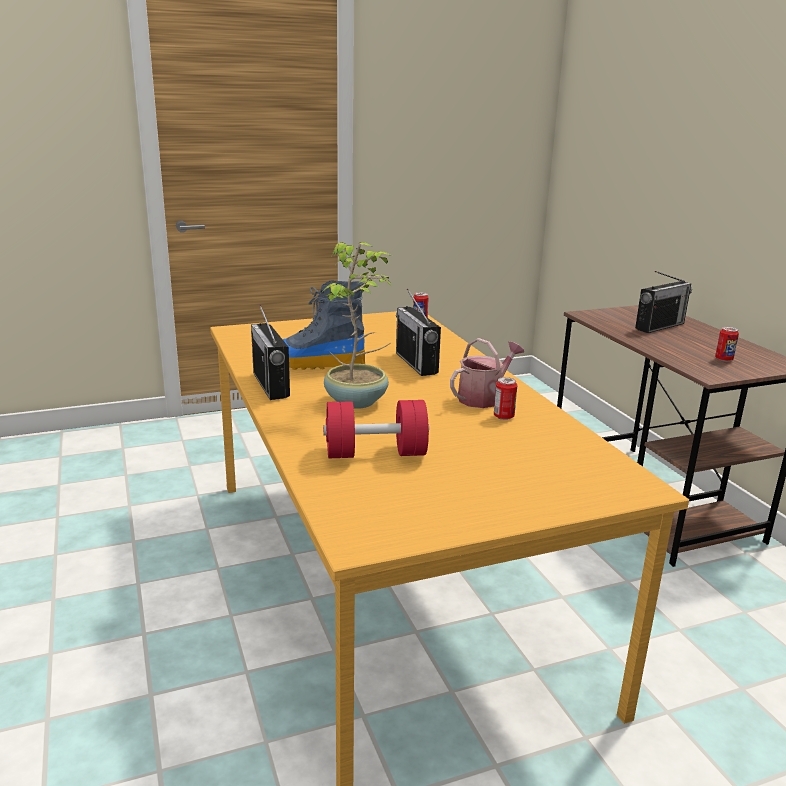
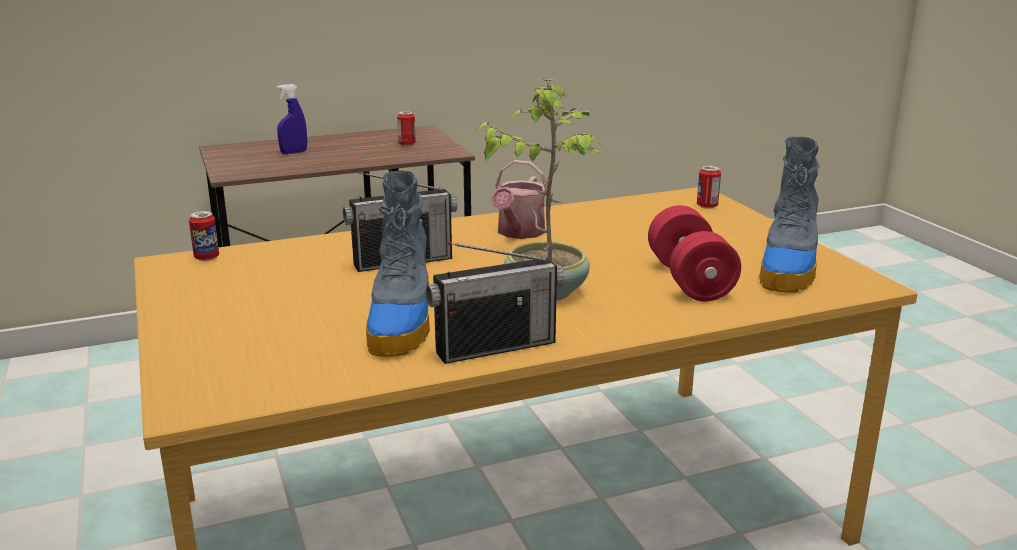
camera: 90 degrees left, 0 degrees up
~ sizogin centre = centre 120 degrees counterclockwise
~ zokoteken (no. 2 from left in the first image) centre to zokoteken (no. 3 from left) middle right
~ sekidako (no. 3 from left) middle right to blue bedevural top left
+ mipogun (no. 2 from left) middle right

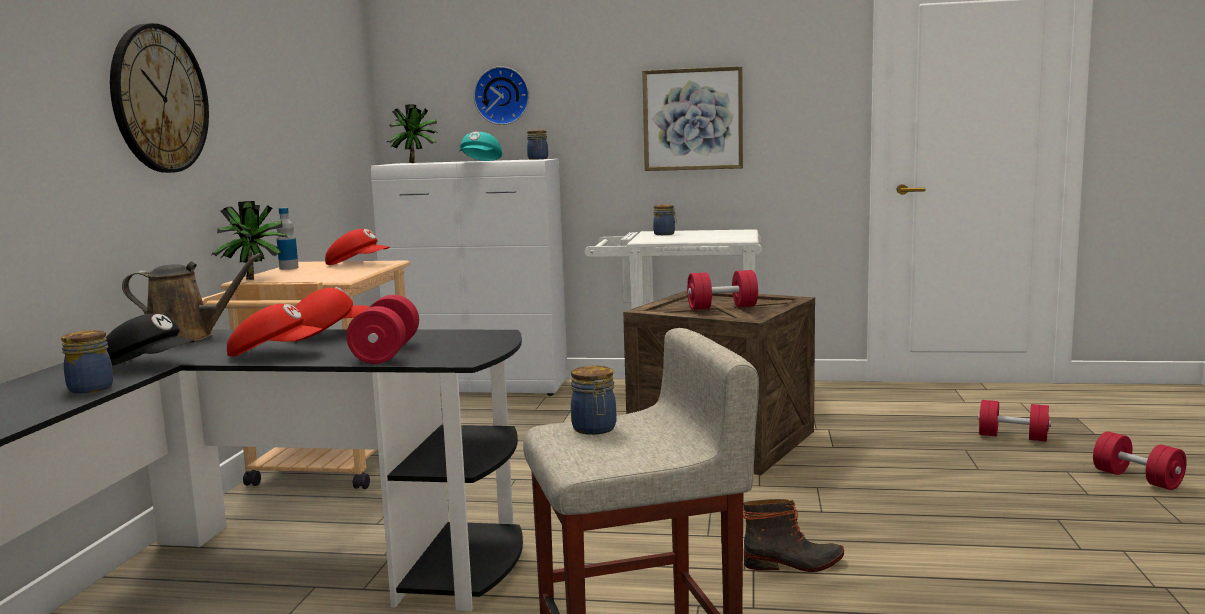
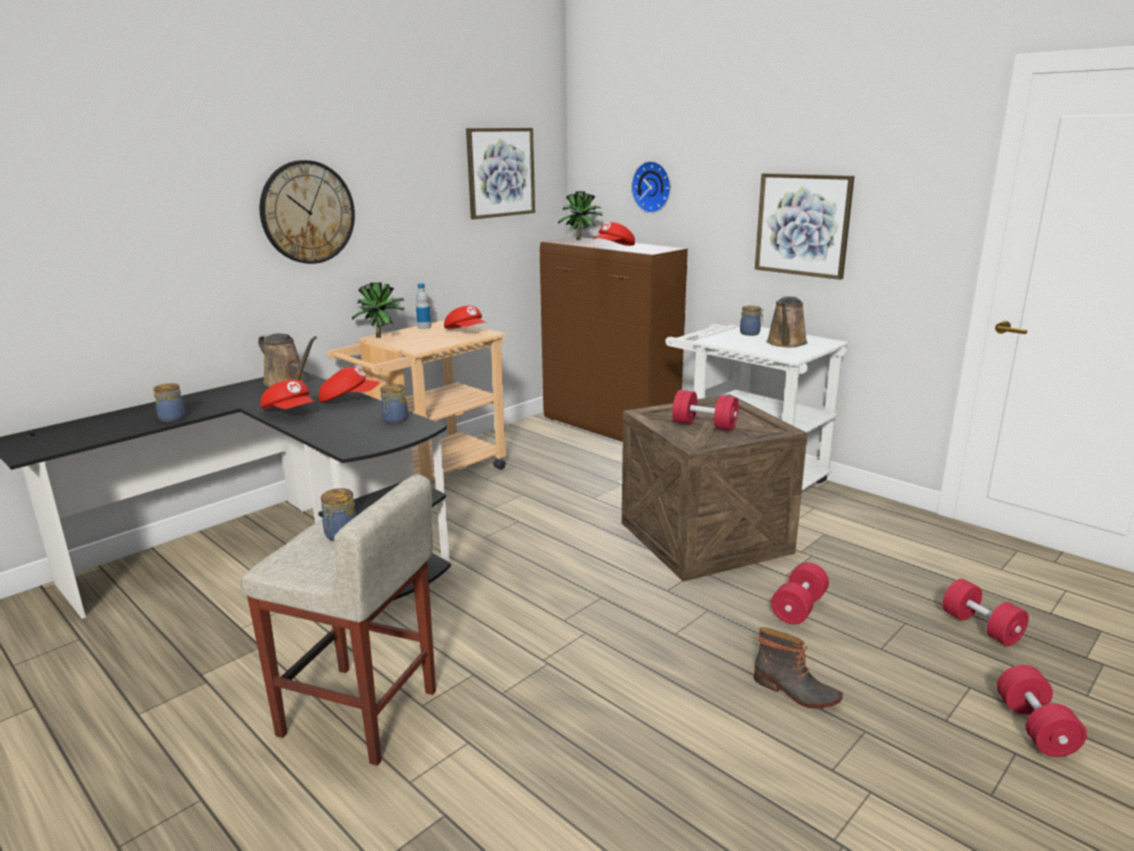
camera: 35 degrees right, 10 degrees up
- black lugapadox middle left
~ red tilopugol (no. 1 from left in the first image) middle left to red tilopugol (no. 2 from left) bottom right
~ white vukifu centre to brown vukifu centre
~ turquoise lugapadox top centre to red lugapadox (no. 4 from left) top centre
~ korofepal (no. 2 from left in the first image) top centre to korofepal (no. 3 from left) centre
~ mipogun bottom centre to bottom right
+ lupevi (no. 1 from left) top centre
+ brown sizogin (no. 2 from left) middle right

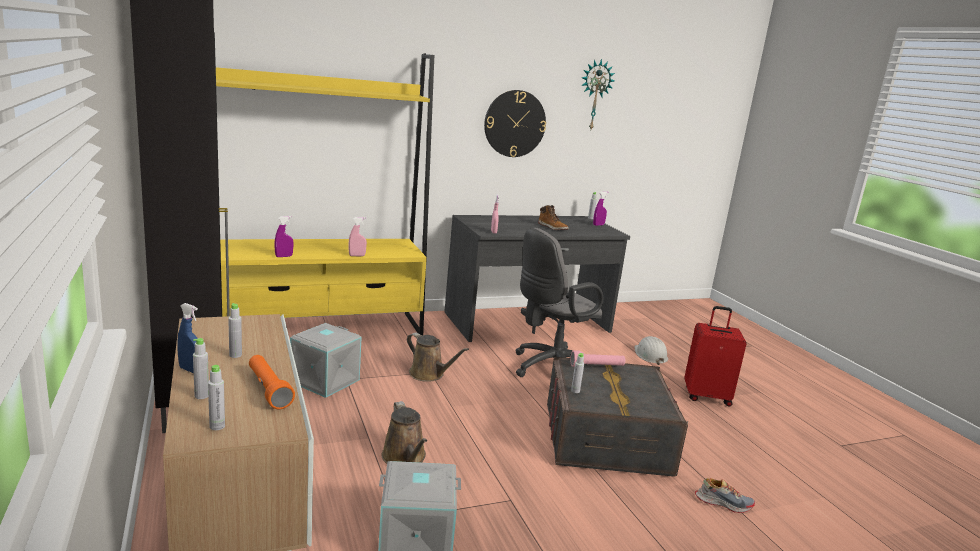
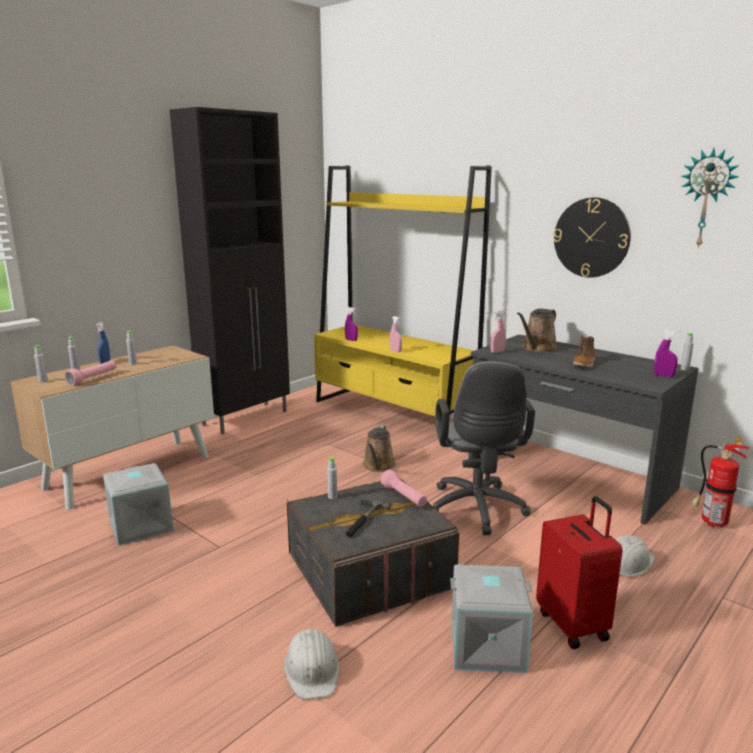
camera: 65 degrees right, 0 degrees up
~ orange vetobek bottom left to pink vetobek (no. 1 from left) middle left
~ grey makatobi (no. 1 from left in the first image) middle left to grey makatobi (no. 3 from left) bottom centre
~ brown sizogin (no. 1 from left in the first image) bottom centre to brown sizogin (no. 2 from left) middle right
~ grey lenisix centre = centre 120 degrees counterclockwise
~ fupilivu bottom right to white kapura (no. 1 from left) bottom centre
+ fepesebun bottom centre
+ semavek middle right

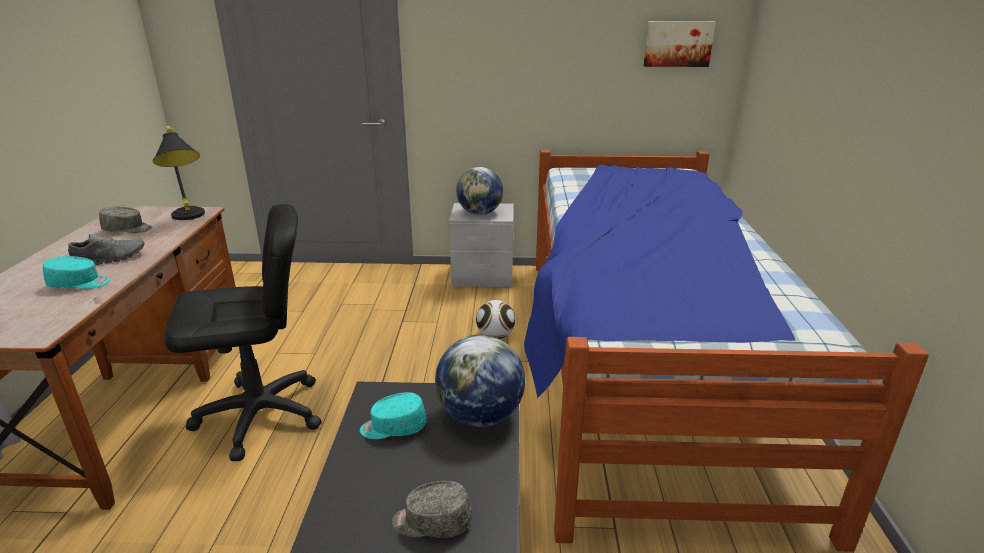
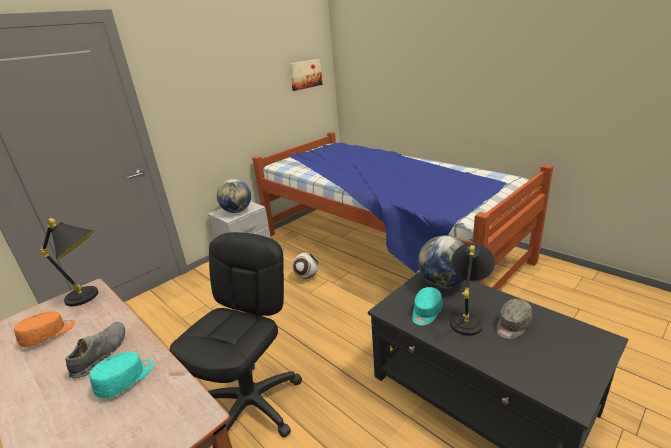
camera: 45 degrees left, 0 degrees up
~ grey lugapadox (no. 1 from left) middle left to orange lugapadox bottom left
+ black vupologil (no. 2 from left) middle right

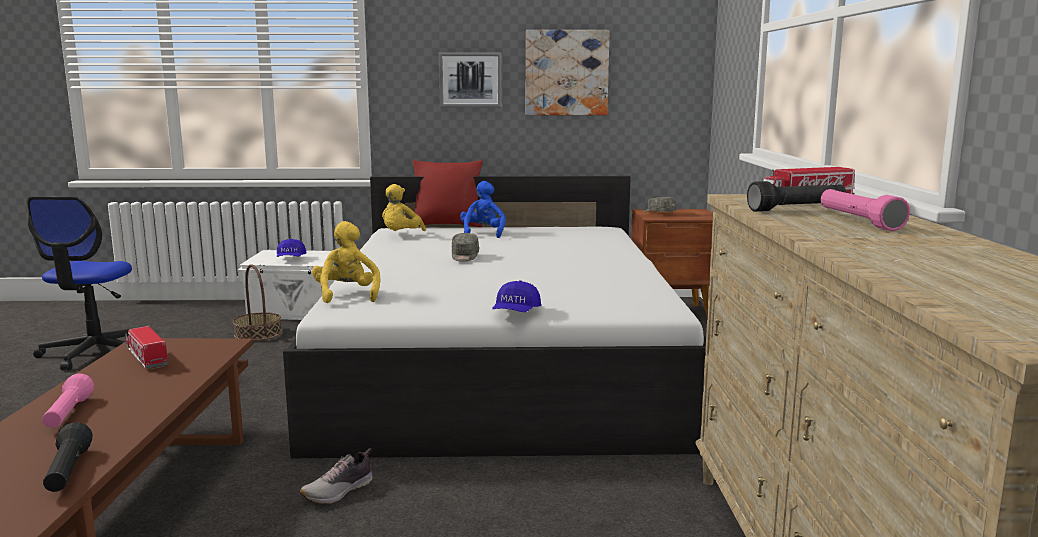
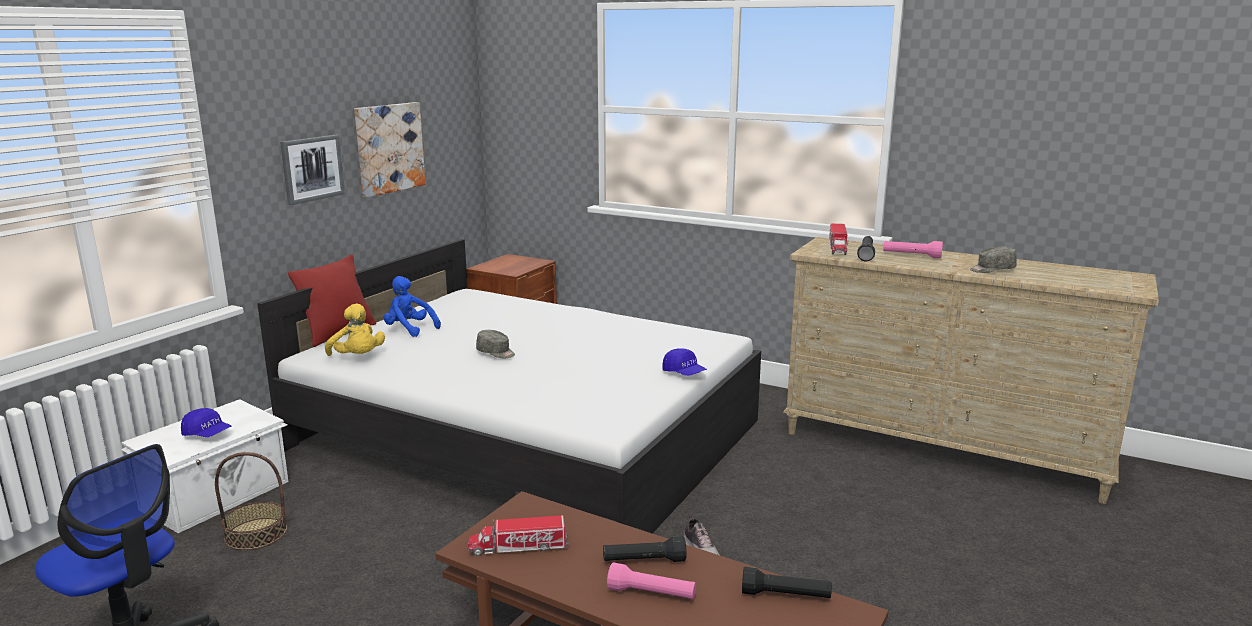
camera: 60 degrees left, 5 degrees up
- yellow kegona (no. 1 from left) centre
~ grey lugapadox (no. 2 from left) centre to middle right
+ black vetobek (no. 1 from left) bottom centre

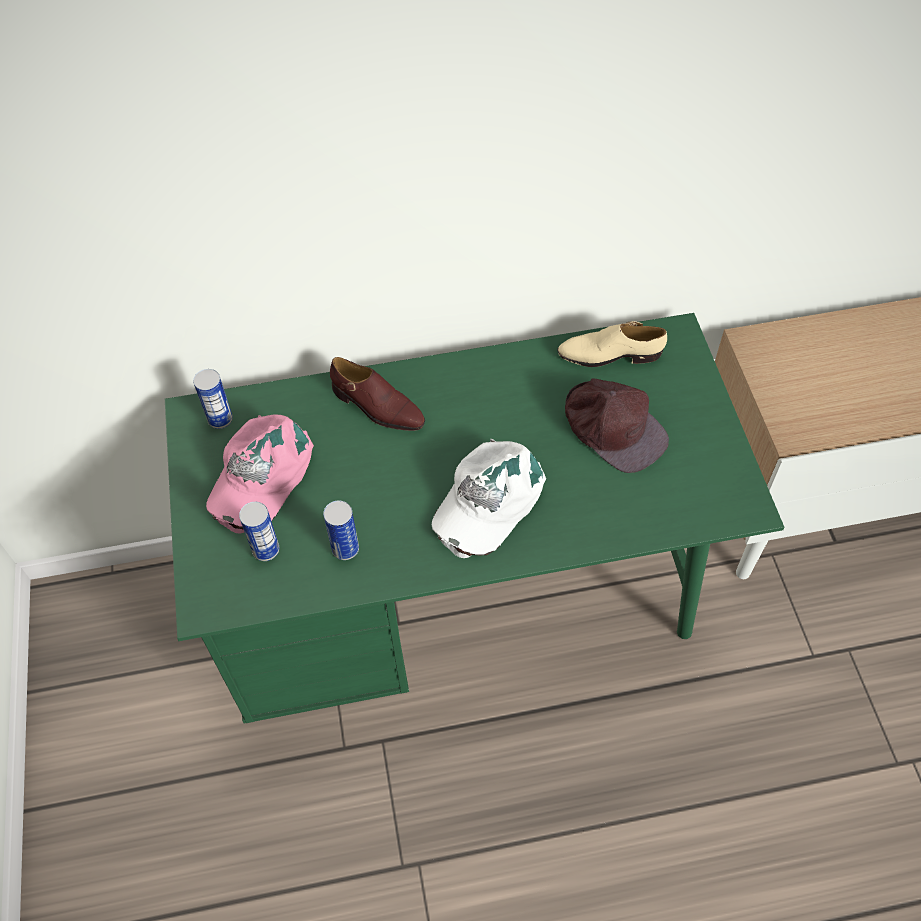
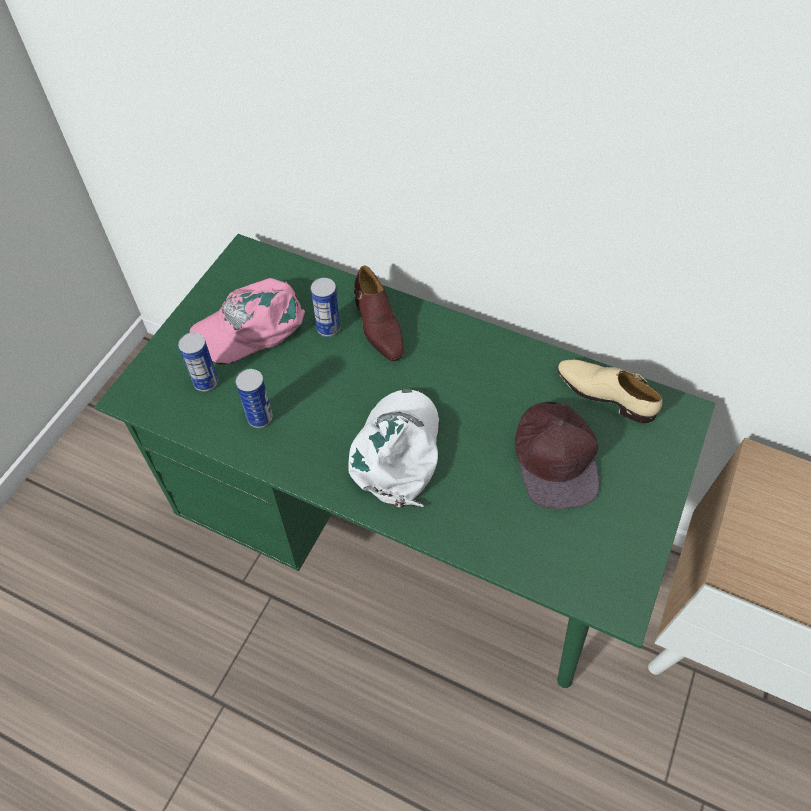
camera: 35 degrees right, 0 degrees up
~ zokoteken (no. 1 from left in the first image) middle left to zokoteken (no. 3 from left) centre
~ white lugapadox centre = centre 120 degrees clockwise

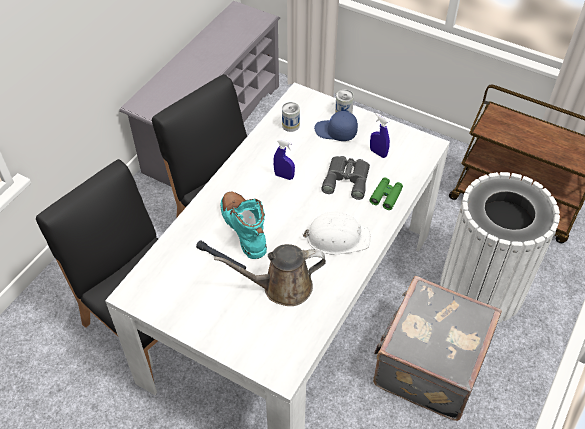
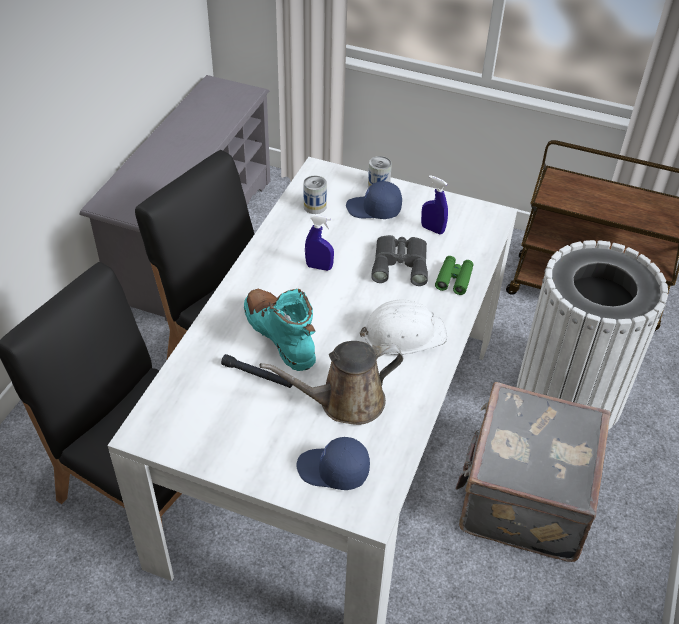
camera: 10 degrees left, 5 degrees down
+ blue lugapadox (no. 1 from left) bottom centre

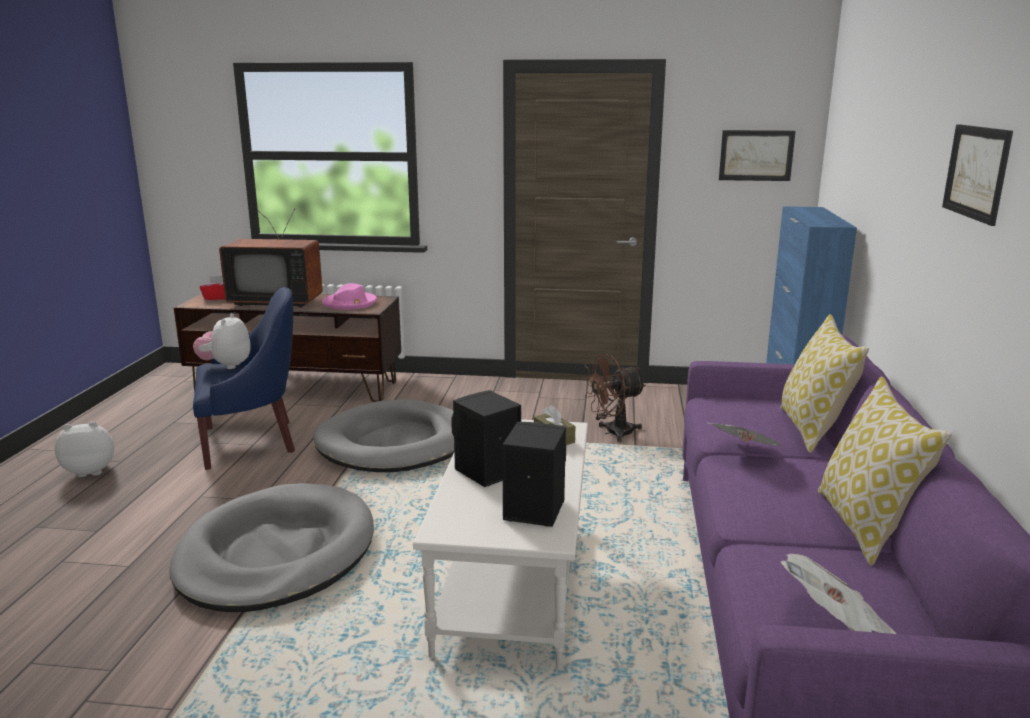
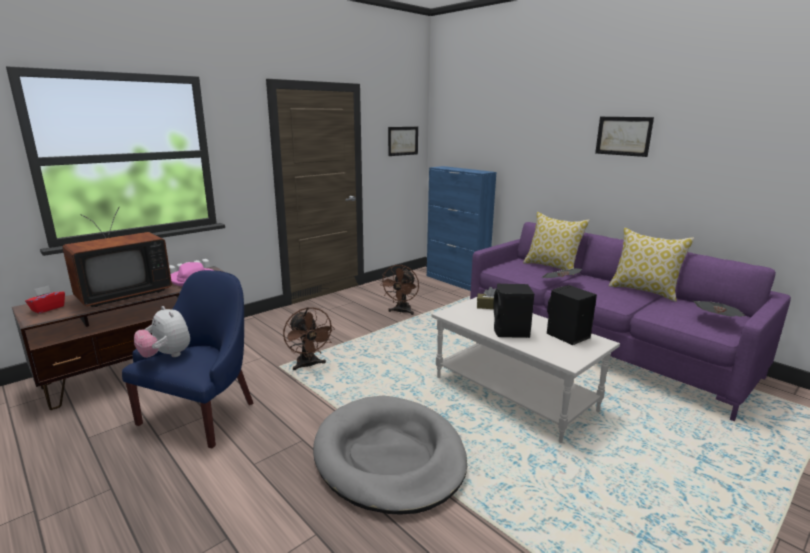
camera: 50 degrees left, 0 degrees up
- kegona (no. 1 from left) middle left
~ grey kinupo (no. 2 from left) centre to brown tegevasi (no. 1 from left) centre

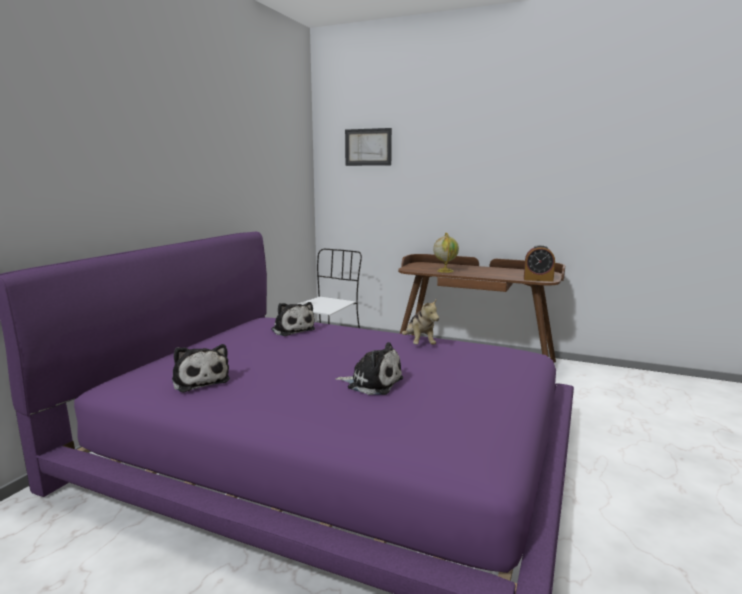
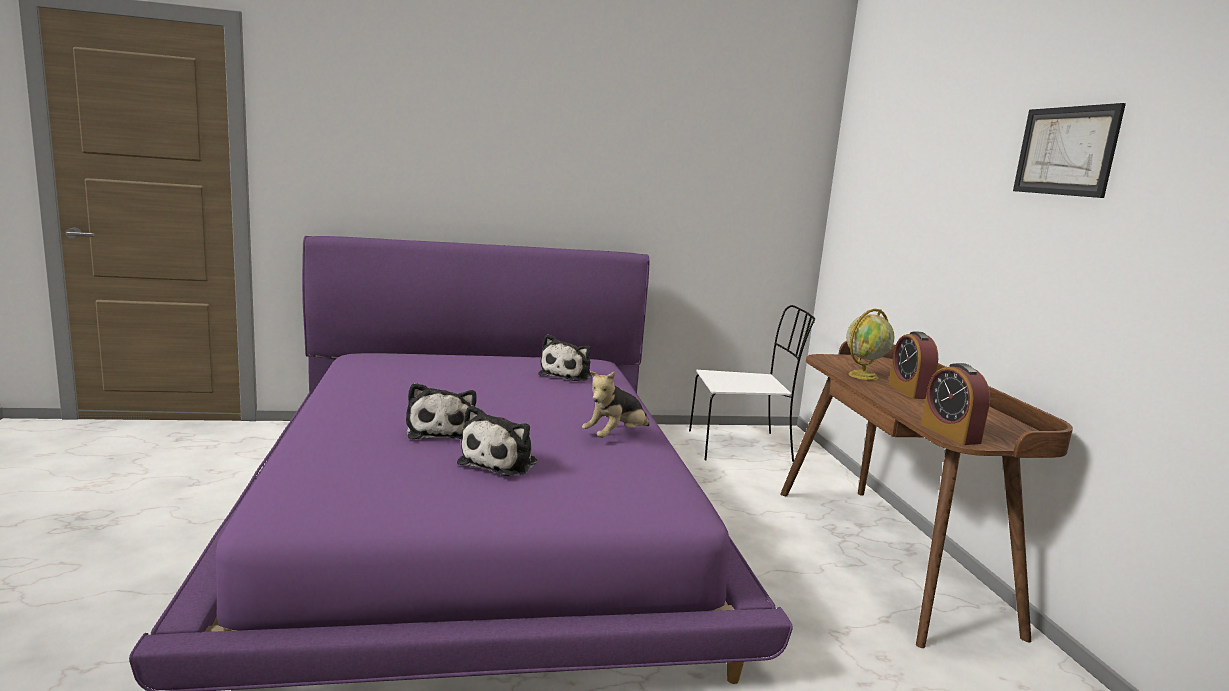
camera: 55 degrees right, 0 degrees up
~ kegona (no. 1 from left in the first image) middle left to kegona (no. 2 from left) centre
~ lupevi top centre to top right
+ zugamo (no. 1 from left) middle right

